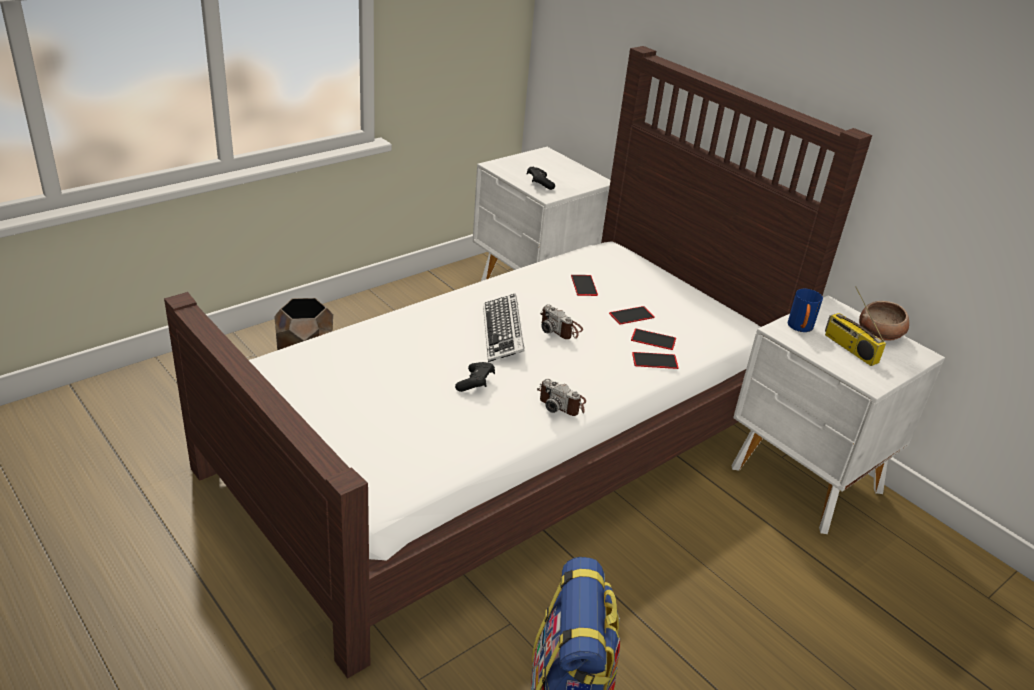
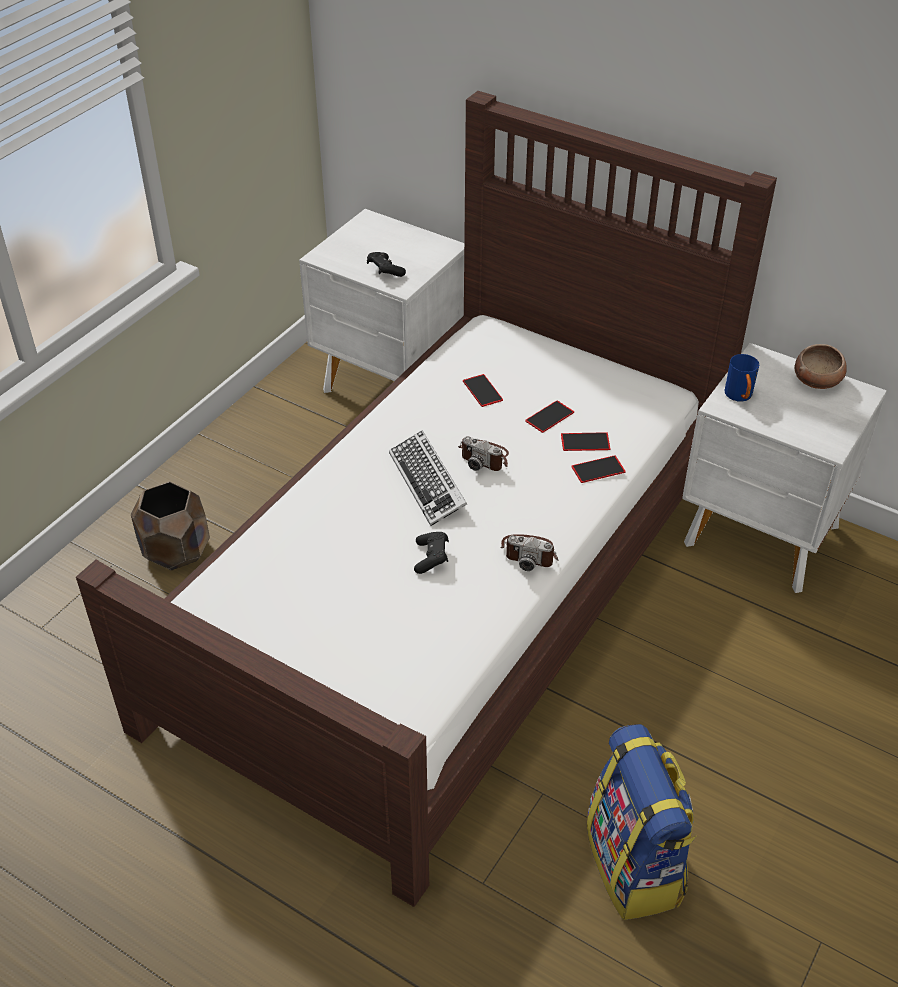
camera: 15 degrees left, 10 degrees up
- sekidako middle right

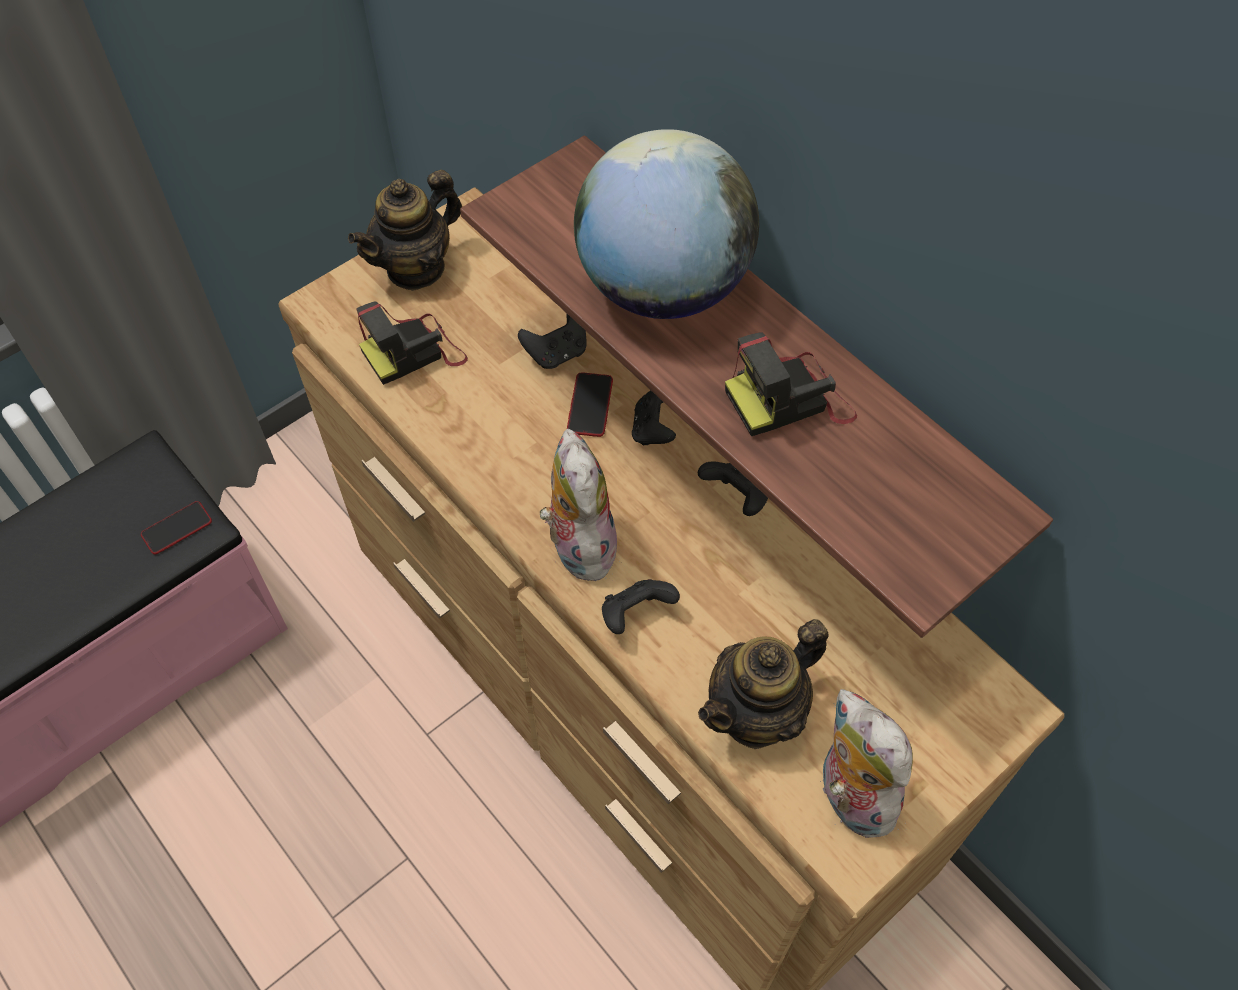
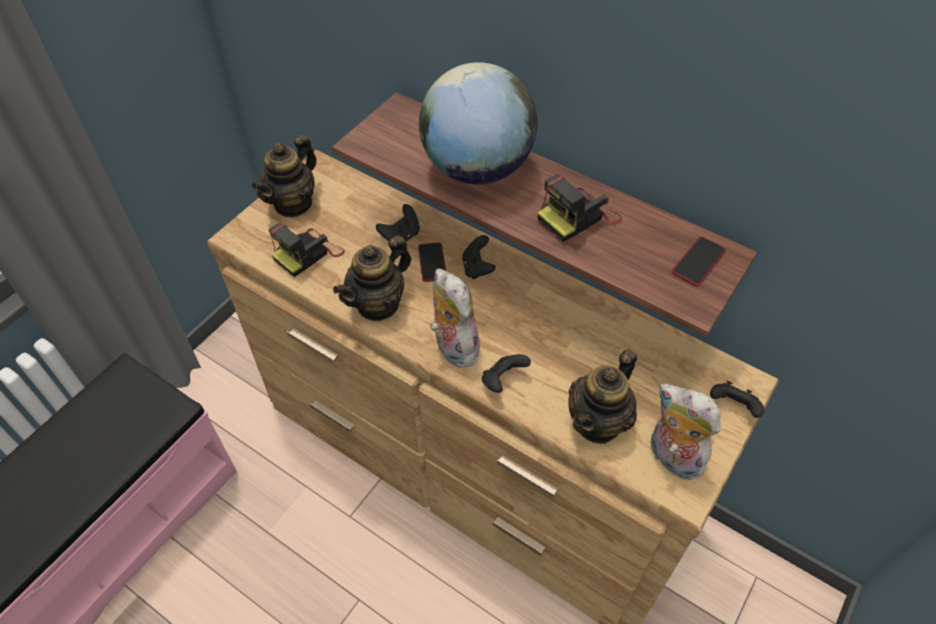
camera: 15 degrees left, 5 degrees down
~ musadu (no. 1 from left in the first image) middle left to musadu (no. 2 from left) middle right
~ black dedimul (no. 4 from left) centre to middle right
+ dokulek (no. 2 from left) centre

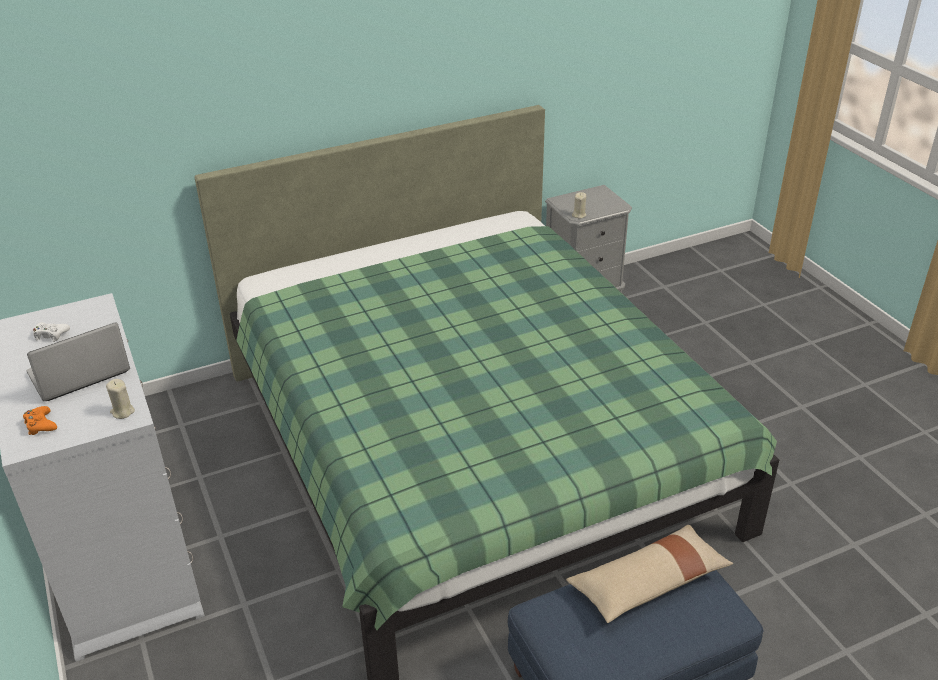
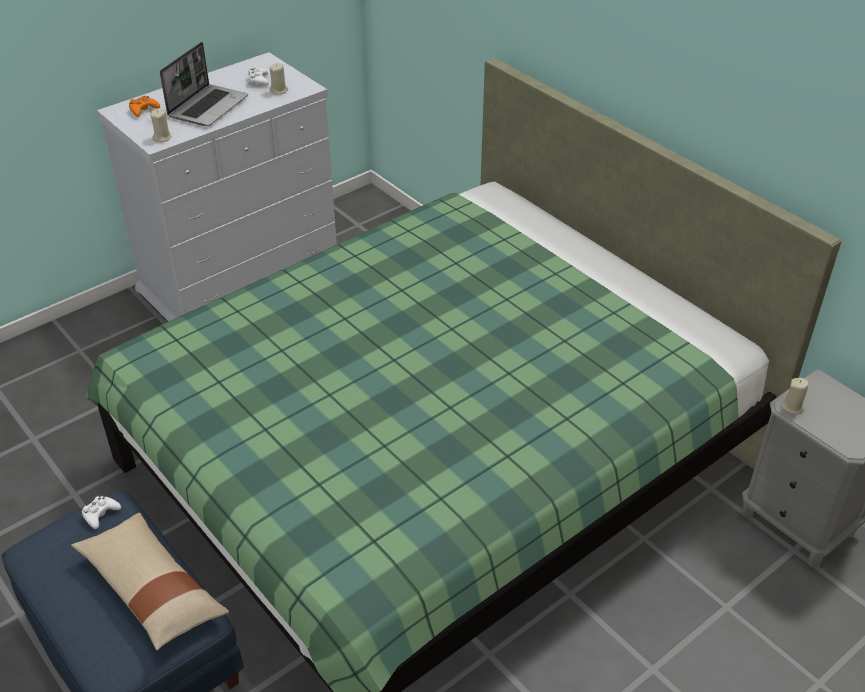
camera: 75 degrees right, 5 degrees up
~ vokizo middle left = top left 75 degrees clockwise
+ white dedimul (no. 1 from left) bottom left
+ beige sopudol (no. 2 from left) top left

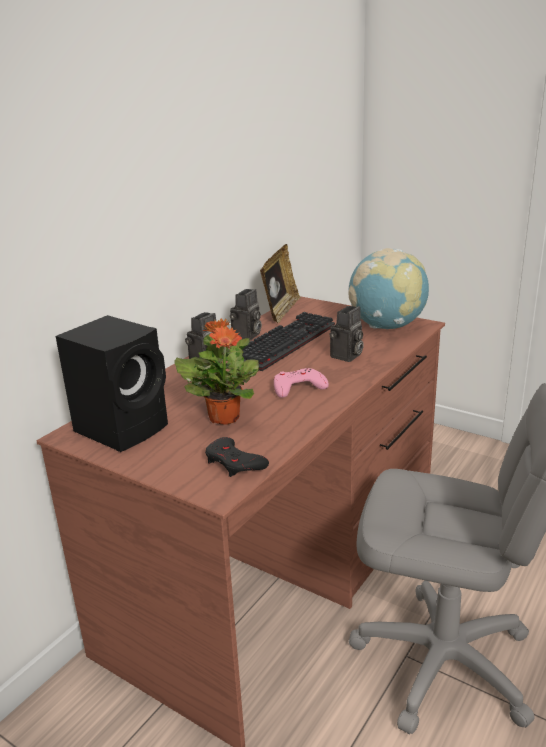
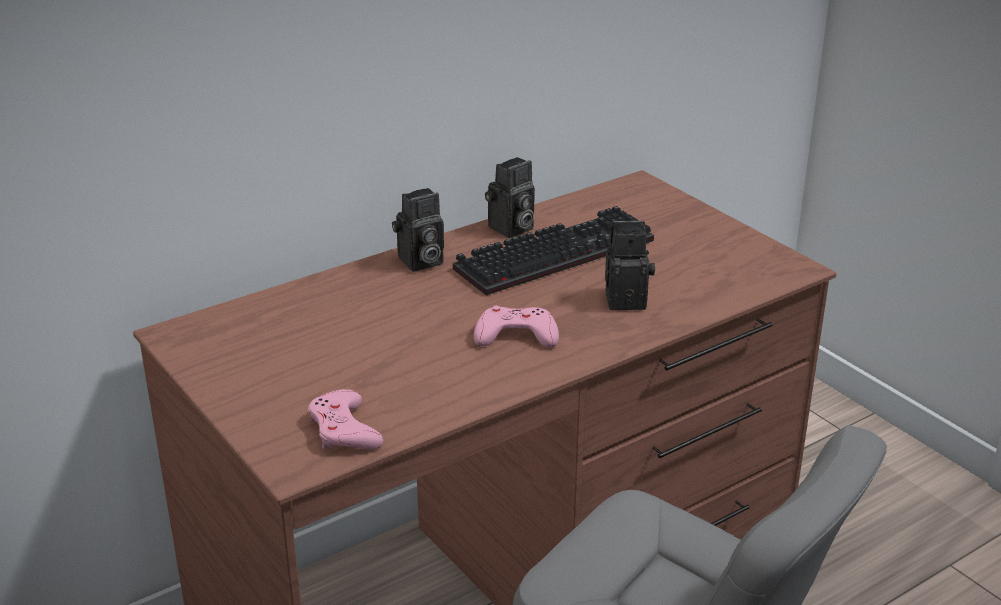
camera: 20 degrees right, 5 degrees up
- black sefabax middle left
- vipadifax centre
~ black dedimul centre to pink dedimul (no. 1 from left) bottom centre
- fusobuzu centre
~ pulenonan (no. 3 from left) centre = centre 150 degrees counterclockwise
- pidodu middle right

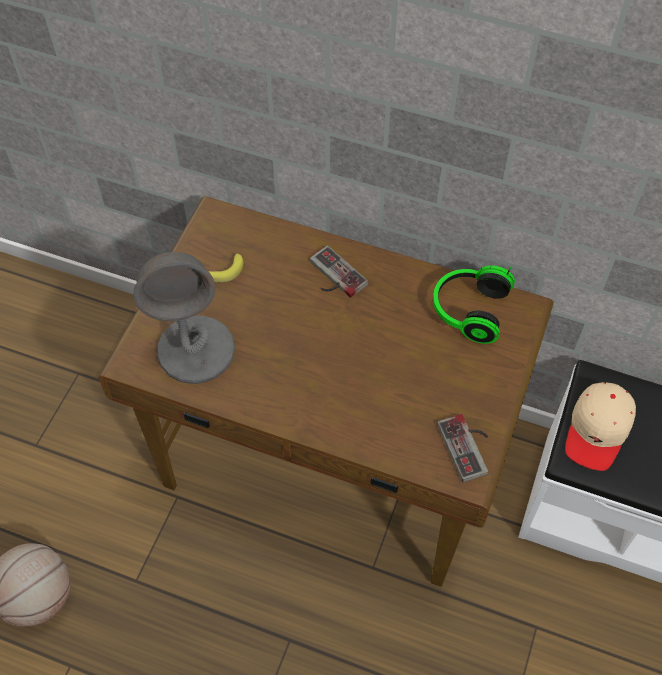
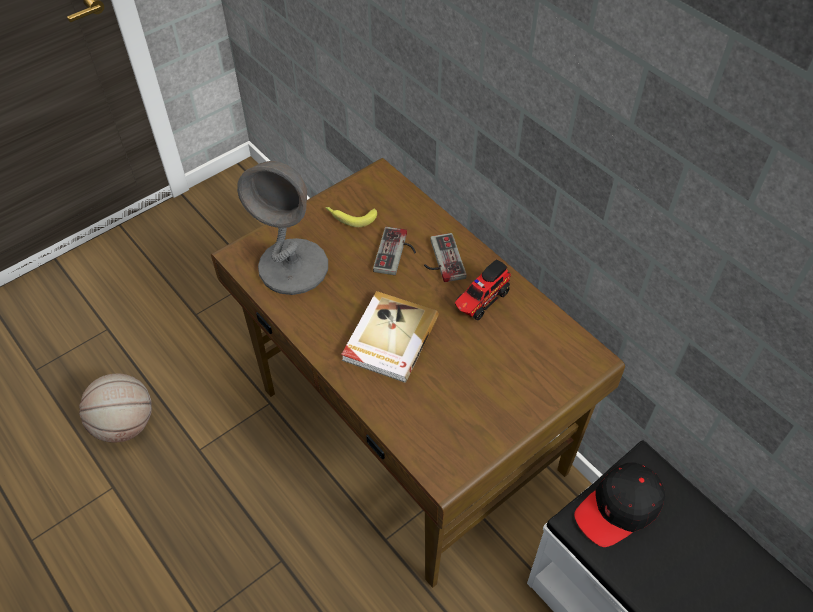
camera: 30 degrees right, 5 degrees down
- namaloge middle right
~ dedimul (no. 2 from left in the first image) middle right to dedimul (no. 1 from left) centre
~ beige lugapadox middle right to black lugapadox bottom right
+ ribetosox centre
+ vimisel centre

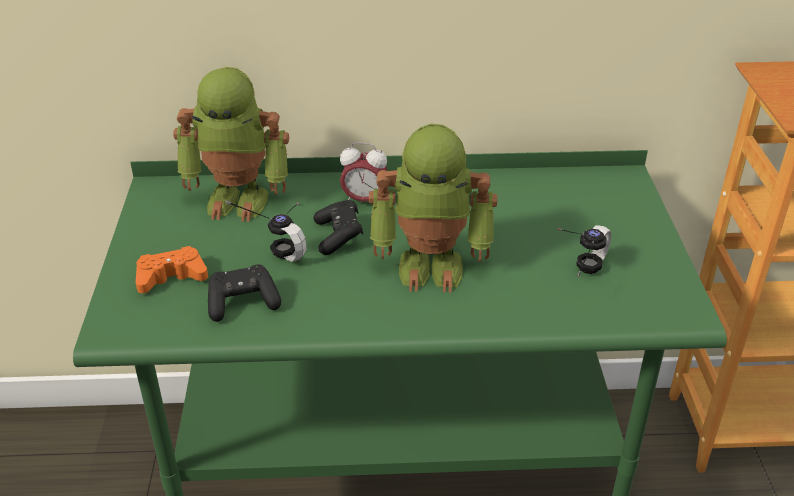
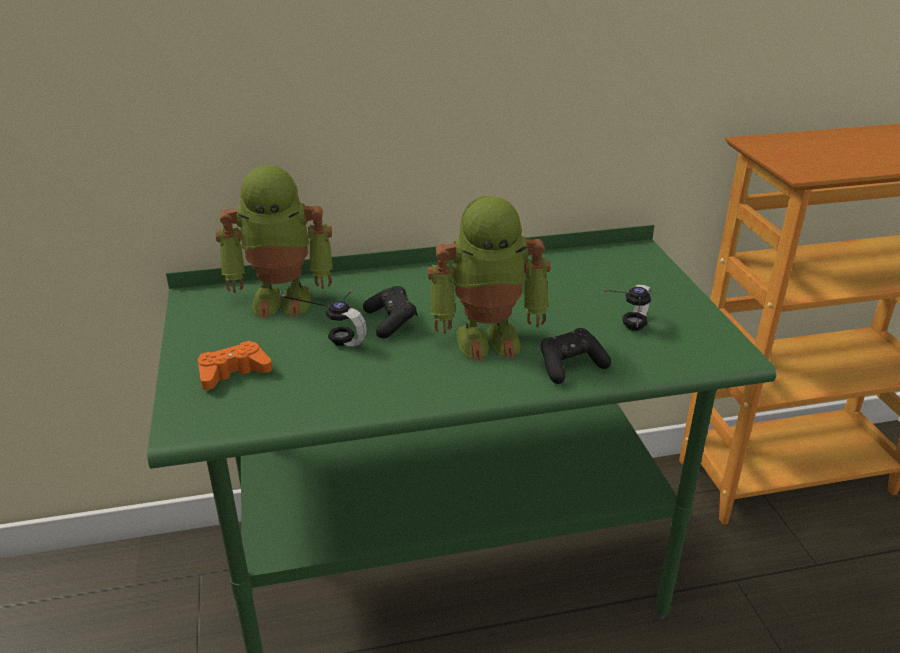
camera: 10 degrees left, 5 degrees down
~ black dedimul (no. 1 from left in the first image) middle left to black dedimul (no. 2 from left) centre
- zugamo centre

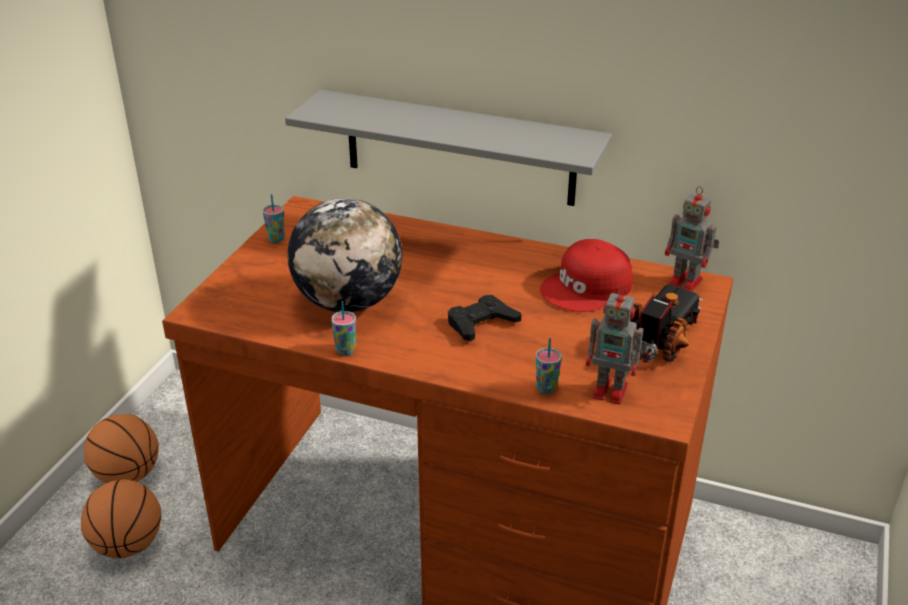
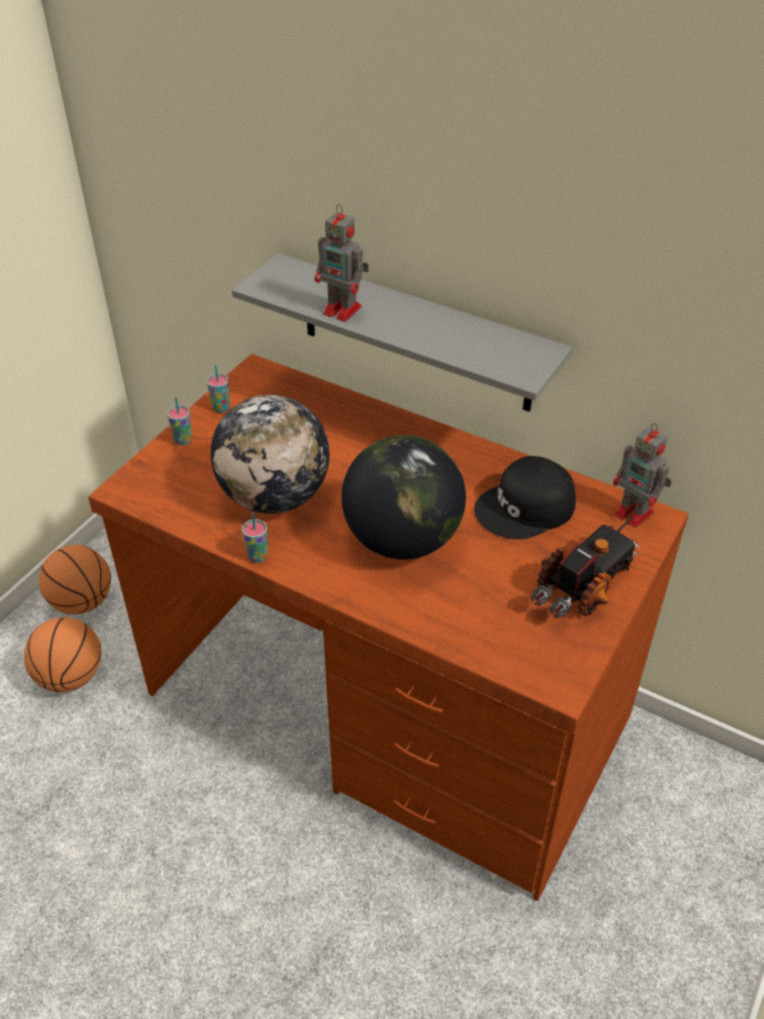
camera: 10 degrees right, 10 degrees up
~ black dedimul centre to pidodu (no. 2 from left) centre
~ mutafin (no. 3 from left in the first image) centre to mutafin (no. 1 from left) middle left
~ red lugapadox centre to black lugapadox middle right
~ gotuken (no. 1 from left) middle right to top centre

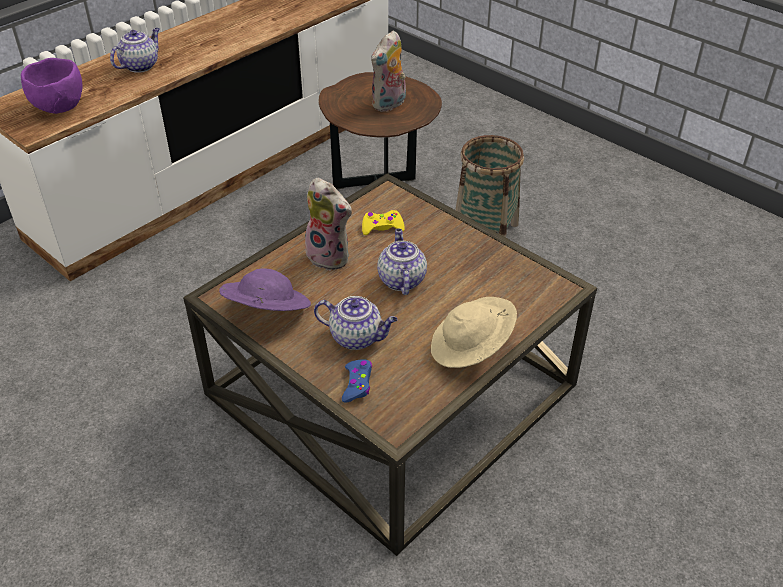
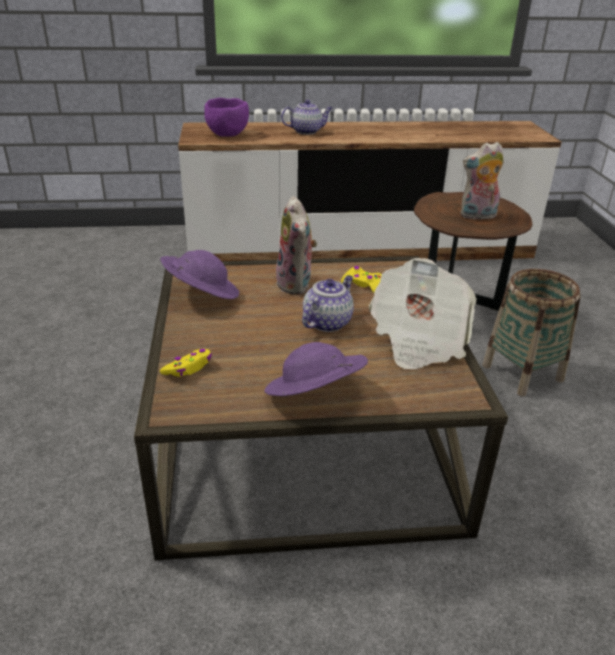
camera: 40 degrees right, 10 degrees down
- dokulek (no. 2 from left) centre
~ blue dedimul centre to yellow dedimul (no. 1 from left) middle left
~ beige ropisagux centre to purple ropisagux (no. 2 from left) centre
+ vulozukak middle right

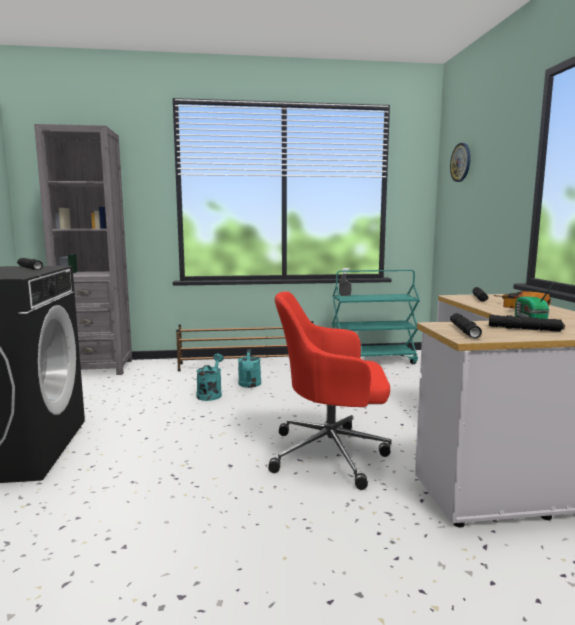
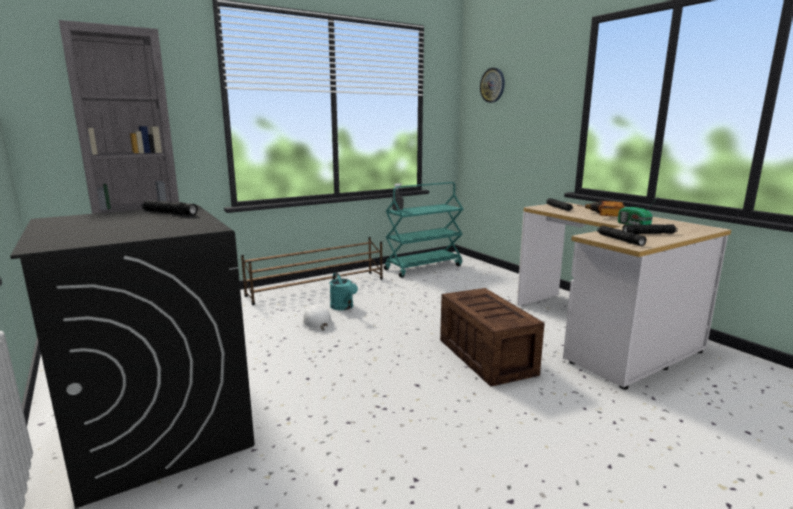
camera: 25 degrees left, 5 degrees up
~ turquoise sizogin (no. 1 from left) centre to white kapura centre
~ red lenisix centre to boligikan centre

